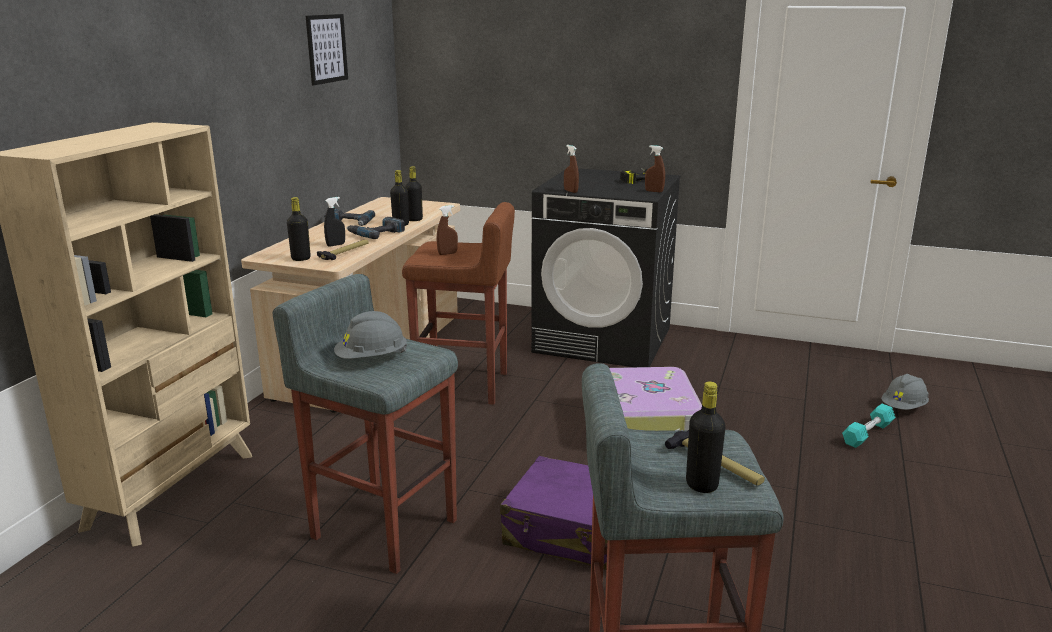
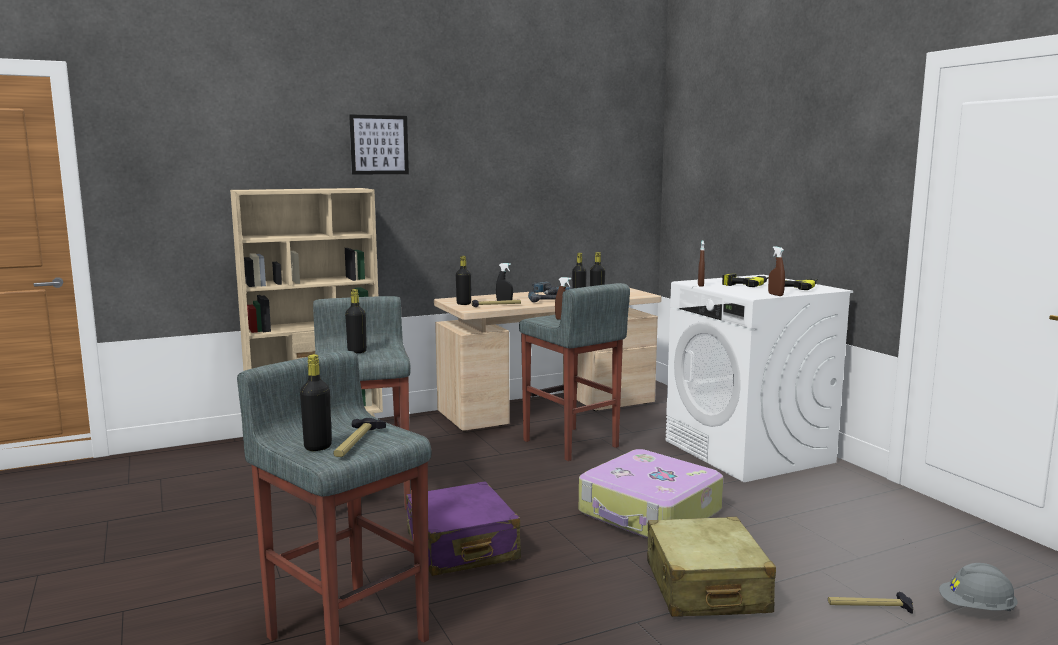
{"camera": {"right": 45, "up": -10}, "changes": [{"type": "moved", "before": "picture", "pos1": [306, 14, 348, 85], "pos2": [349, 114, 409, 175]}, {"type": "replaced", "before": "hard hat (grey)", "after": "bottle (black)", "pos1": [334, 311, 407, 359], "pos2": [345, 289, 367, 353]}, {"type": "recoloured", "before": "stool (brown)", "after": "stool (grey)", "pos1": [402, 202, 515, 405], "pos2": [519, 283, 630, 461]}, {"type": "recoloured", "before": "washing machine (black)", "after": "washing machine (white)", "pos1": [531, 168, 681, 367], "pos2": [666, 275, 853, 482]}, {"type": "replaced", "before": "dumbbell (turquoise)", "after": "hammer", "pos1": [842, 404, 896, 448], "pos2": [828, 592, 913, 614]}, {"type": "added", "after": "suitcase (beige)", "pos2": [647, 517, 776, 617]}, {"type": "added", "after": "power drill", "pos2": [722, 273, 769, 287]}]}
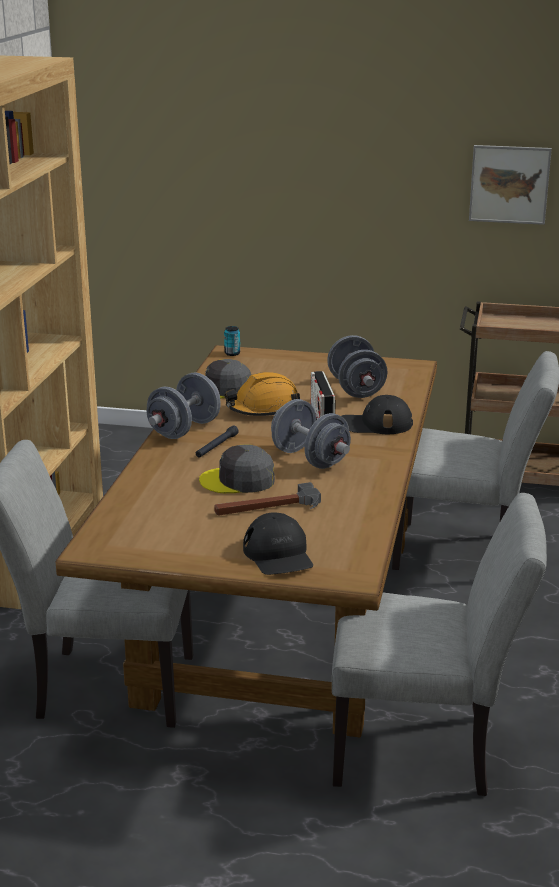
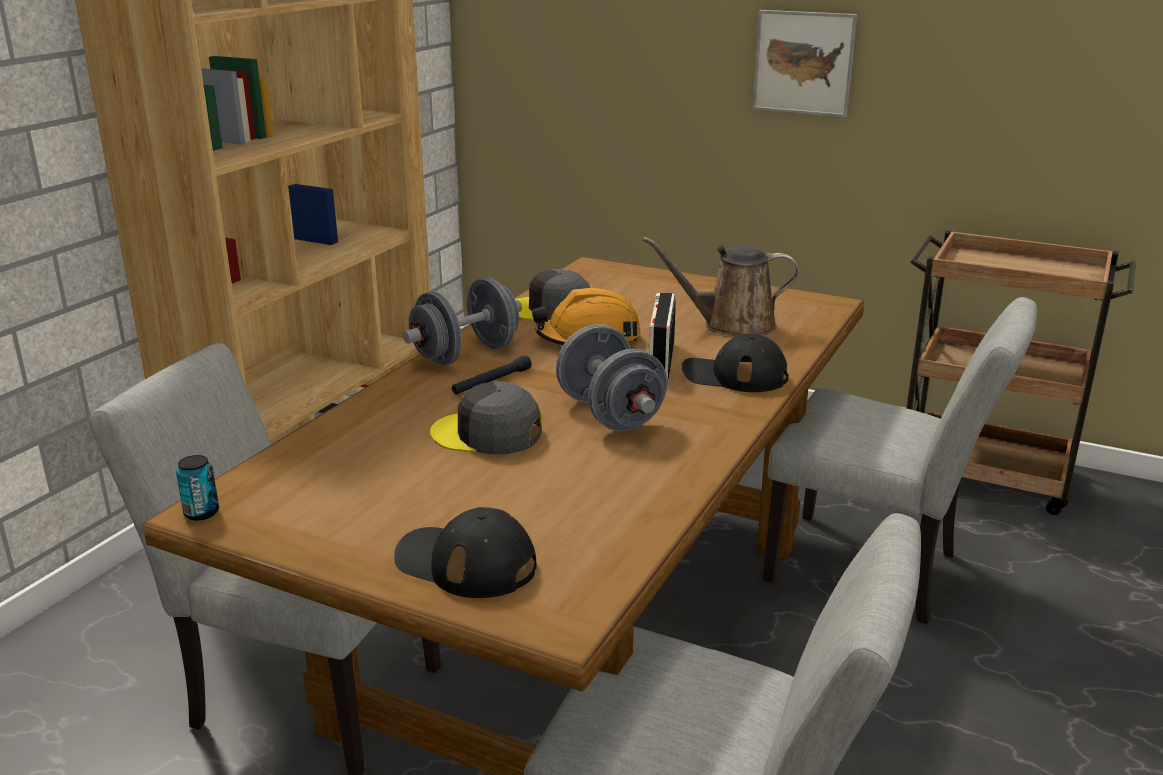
{"camera": {"right": 15, "up": 0}, "changes": [{"type": "removed", "before": "hammer", "pos1": [214, 482, 321, 516]}, {"type": "moved", "before": "can", "pos1": [224, 326, 240, 356], "pos2": [176, 455, 219, 520]}, {"type": "turned", "before": "cap (black)", "pos1": [243, 512, 313, 575], "pos2": [394, 507, 537, 598], "turn": 120}, {"type": "replaced", "before": "dumbbell (grey)", "after": "watering can (brown)", "pos1": [327, 335, 387, 398], "pos2": [643, 237, 799, 336]}, {"type": "moved", "before": "picture", "pos1": [469, 145, 552, 225], "pos2": [753, 10, 857, 117]}]}
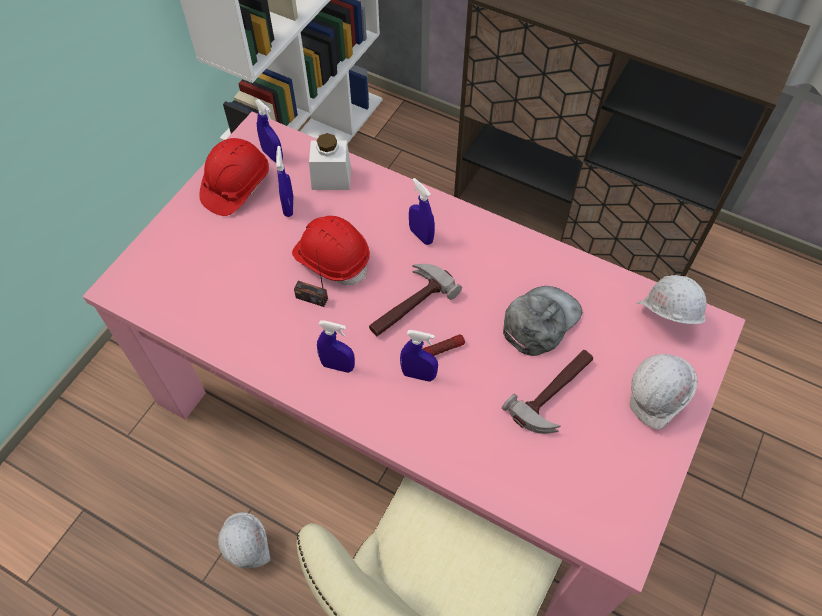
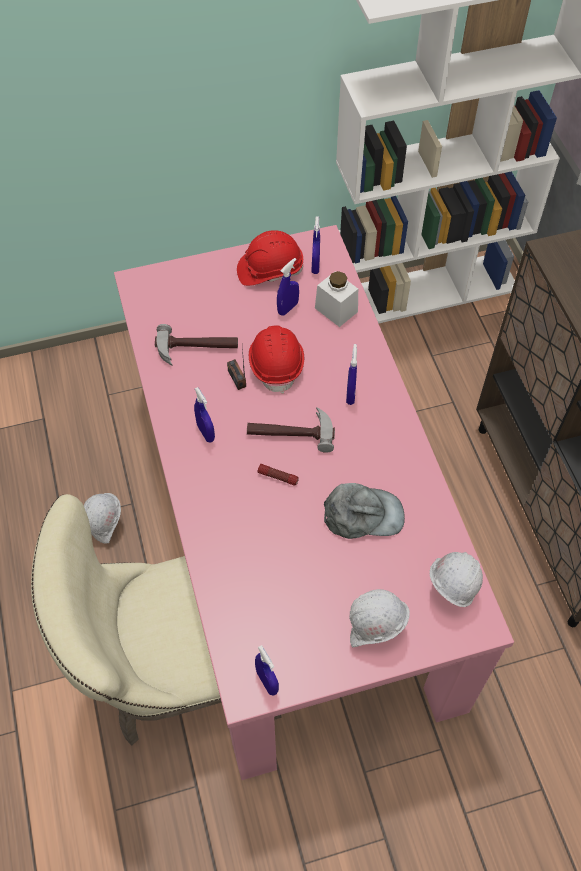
{"camera": {"right": 45, "up": 0}, "changes": [{"type": "moved", "before": "spray bottle (blue)", "pos1": [400, 330, 438, 382], "pos2": [255, 645, 279, 695]}, {"type": "moved", "before": "hammer", "pos1": [502, 350, 593, 434], "pos2": [155, 324, 238, 366]}]}
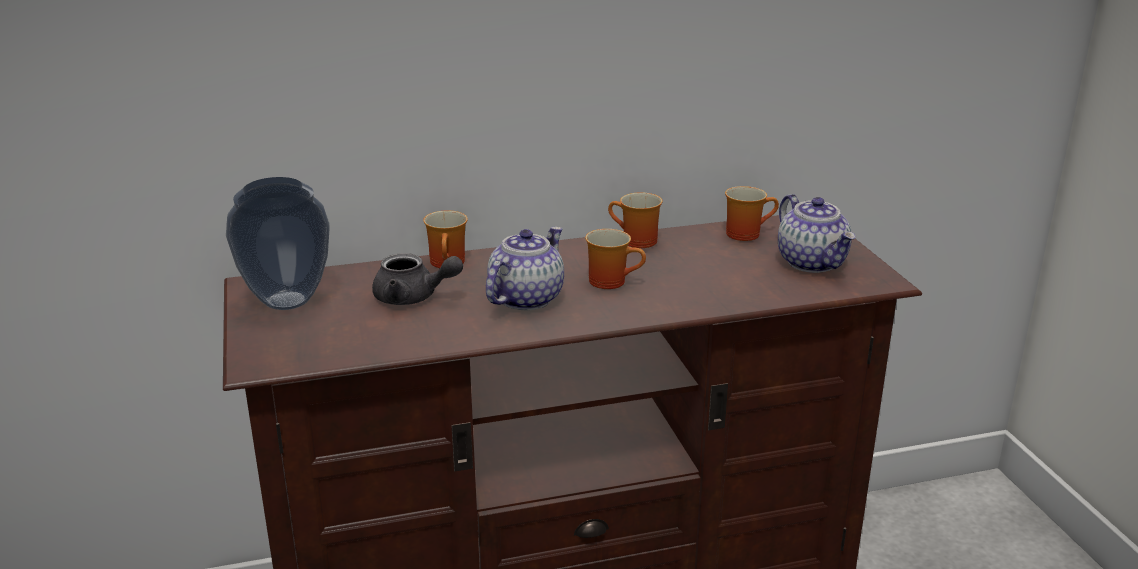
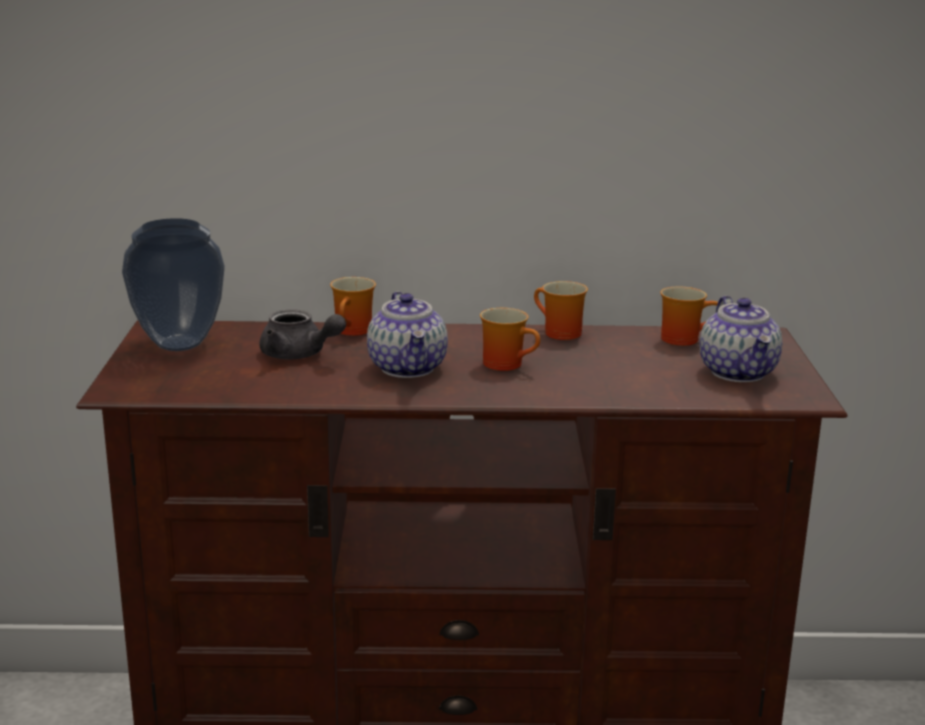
{"camera": {"right": 15, "up": -5}, "changes": [{"type": "turned", "before": "teapot", "pos1": [486, 227, 564, 310], "pos2": [367, 292, 448, 378], "turn": 120}]}
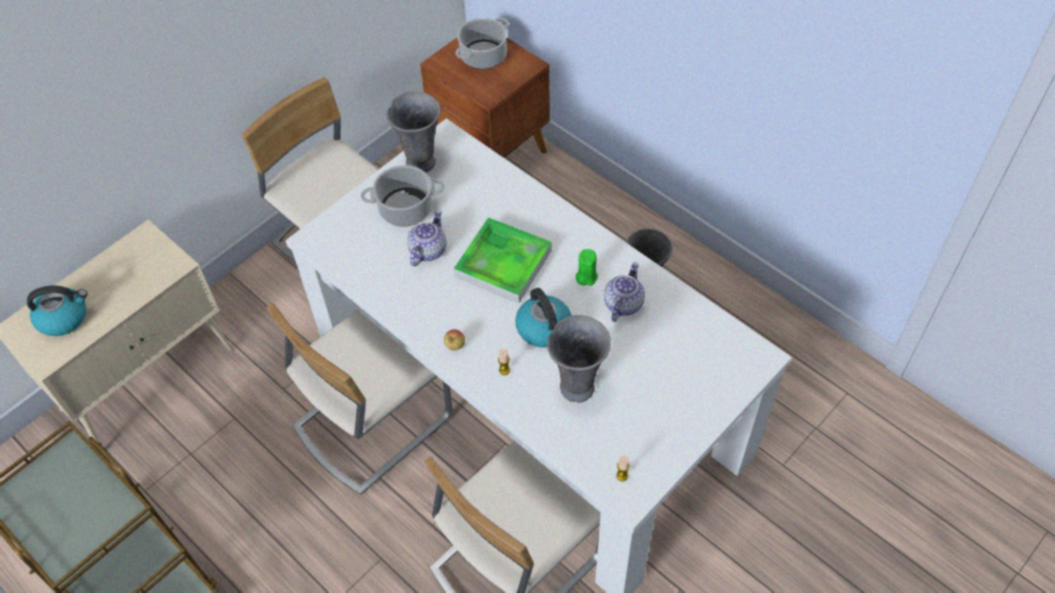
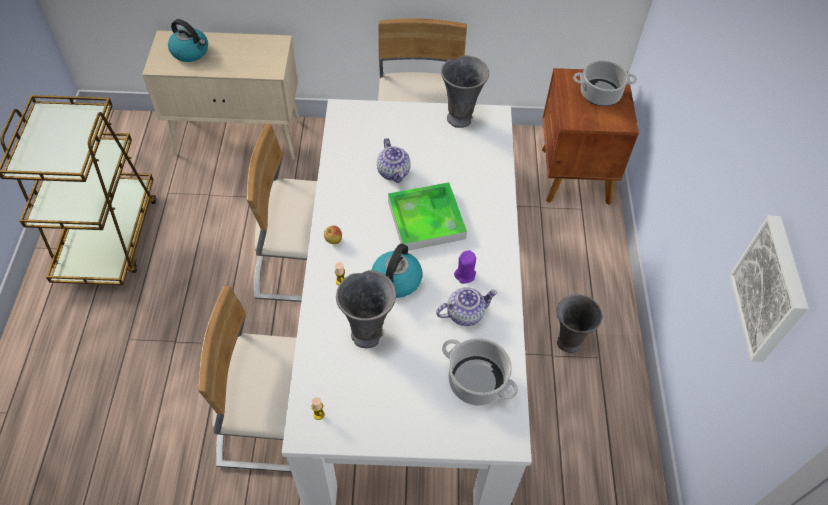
{"camera": {"right": 45, "up": 0}, "changes": [{"type": "moved", "before": "cooking pot", "pos1": [361, 165, 444, 227], "pos2": [442, 338, 518, 406]}, {"type": "turned", "before": "teapot", "pos1": [407, 210, 447, 266], "pos2": [377, 138, 411, 183], "turn": 90}, {"type": "recoloured", "before": "candle (green)", "after": "candle (purple)", "pos1": [576, 249, 598, 286], "pos2": [454, 250, 476, 284]}, {"type": "added", "after": "picture", "pos2": [730, 216, 809, 362]}]}
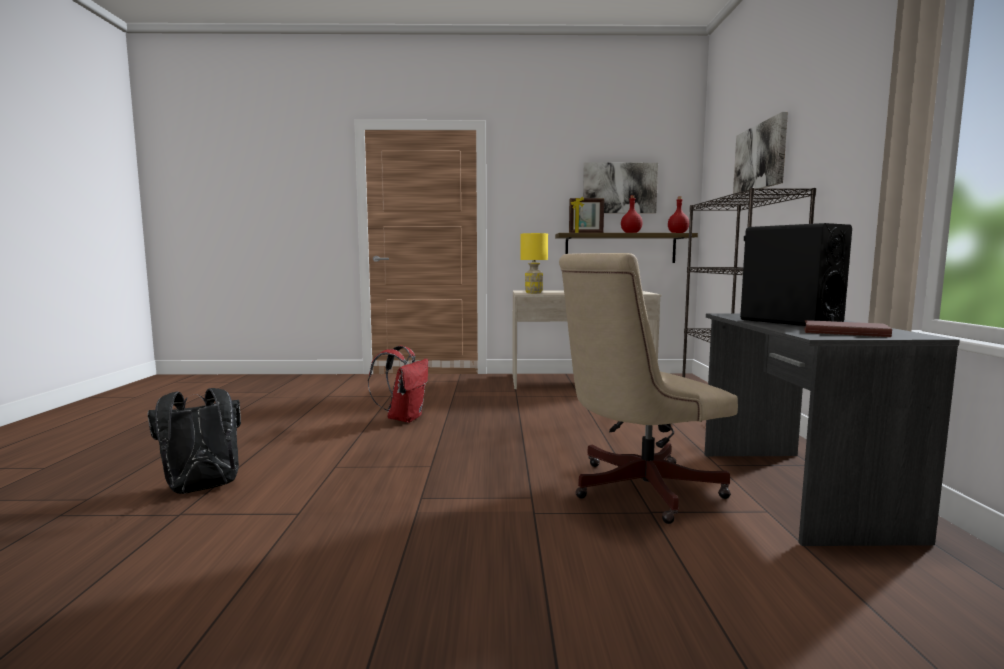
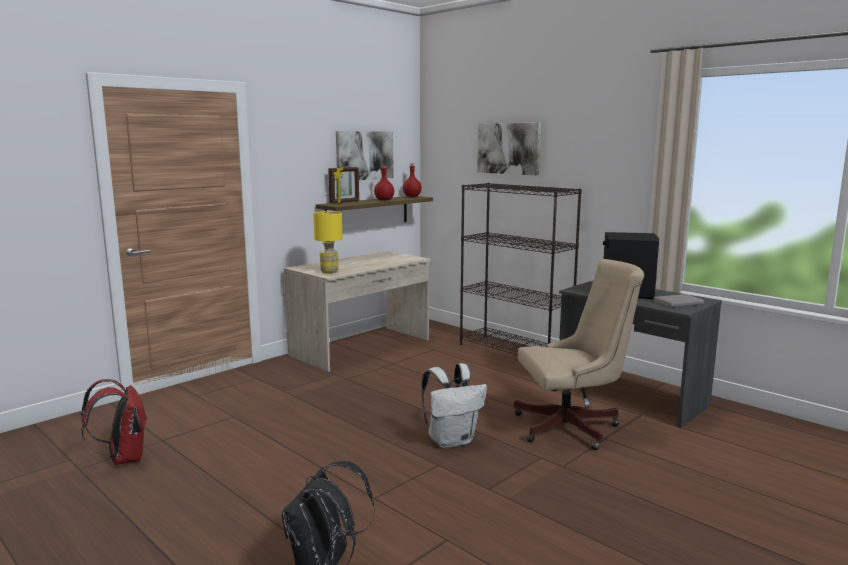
{"camera": {"right": -45, "up": 5}, "changes": [{"type": "moved", "before": "backpack (red)", "pos1": [368, 345, 428, 423], "pos2": [81, 379, 146, 465]}, {"type": "turned", "before": "office chair (beige)", "pos1": [559, 253, 738, 524], "pos2": [514, 259, 644, 450], "turn": -120}, {"type": "recoloured", "before": "book (brown)", "after": "book (grey)", "pos1": [804, 320, 892, 337], "pos2": [653, 294, 704, 308]}, {"type": "added", "after": "backpack (white)", "pos2": [422, 363, 487, 448]}]}
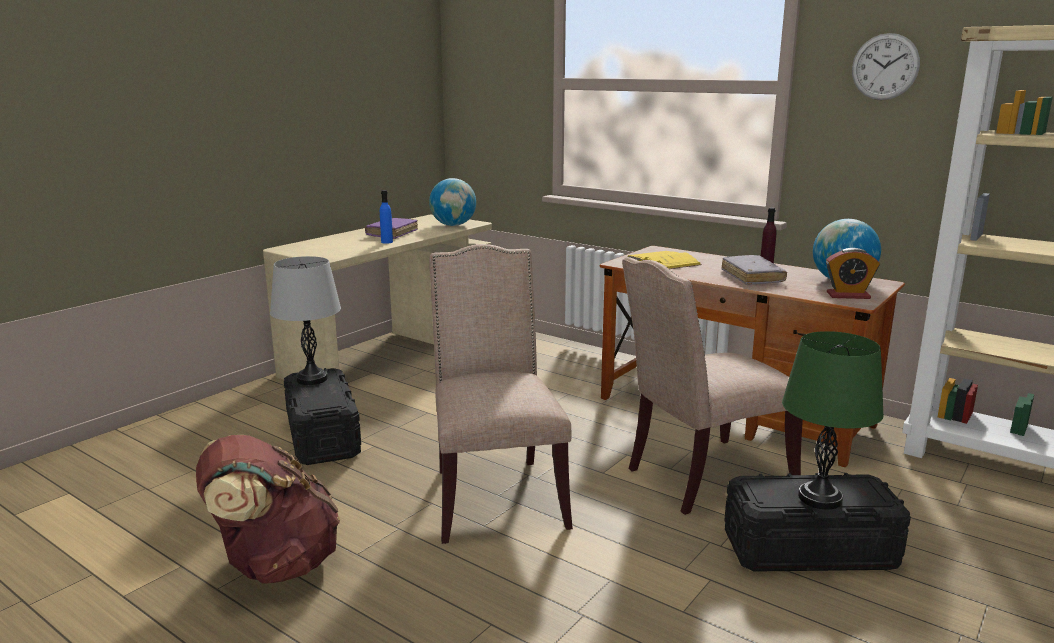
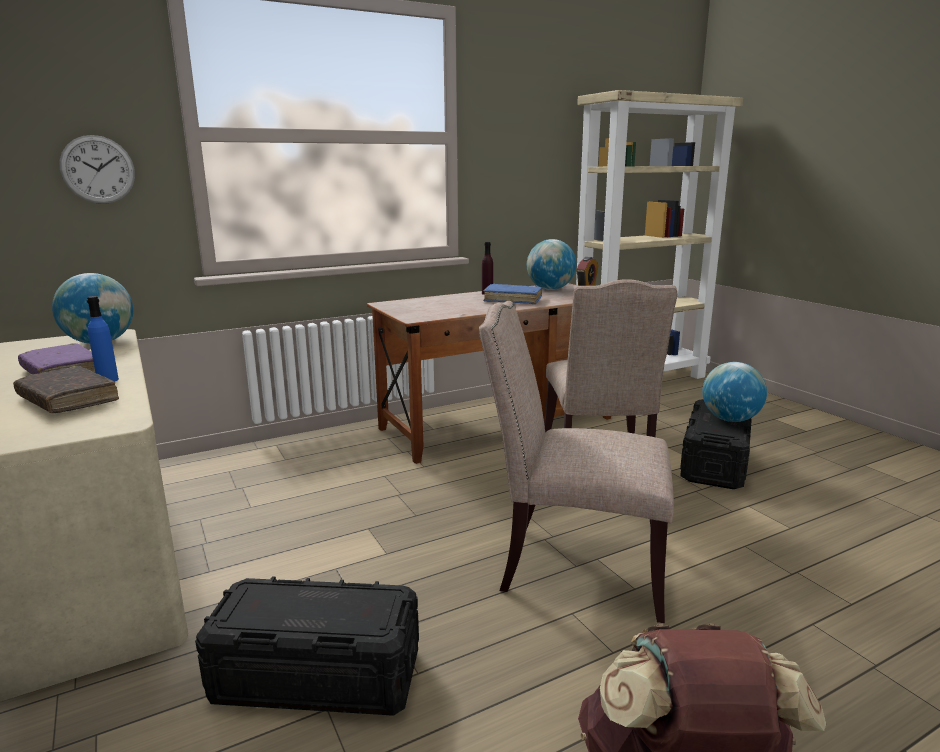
{"camera": {"right": -65, "up": 0}, "changes": [{"type": "removed", "before": "table lamp (grey)", "pos1": [270, 256, 341, 385]}, {"type": "removed", "before": "book (yellow)", "pos1": [627, 251, 702, 269]}, {"type": "recoloured", "before": "book (grey)", "after": "book (blue)", "pos1": [721, 255, 787, 285], "pos2": [483, 283, 542, 304]}, {"type": "replaced", "before": "table lamp (green)", "after": "globe", "pos1": [782, 331, 884, 510], "pos2": [702, 362, 767, 422]}, {"type": "moved", "before": "wall clock", "pos1": [852, 33, 920, 100], "pos2": [59, 135, 135, 204]}, {"type": "added", "after": "book (brown)", "pos2": [13, 366, 119, 413]}]}
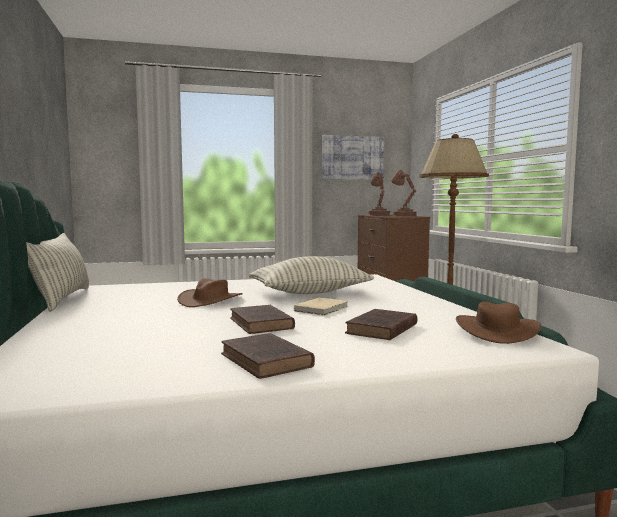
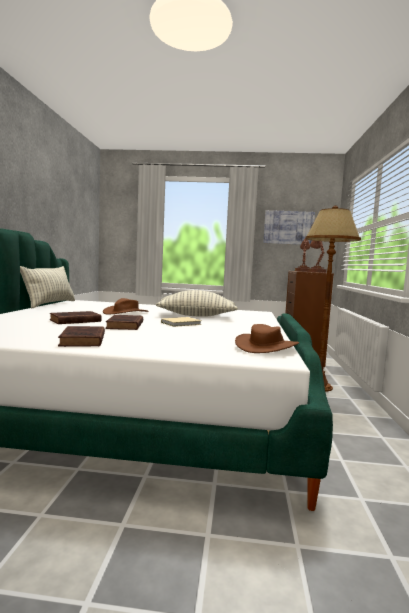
{"camera": {"right": 20, "up": 0}, "changes": [{"type": "moved", "before": "book (brown)", "pos1": [345, 309, 417, 340], "pos2": [50, 311, 102, 324]}]}
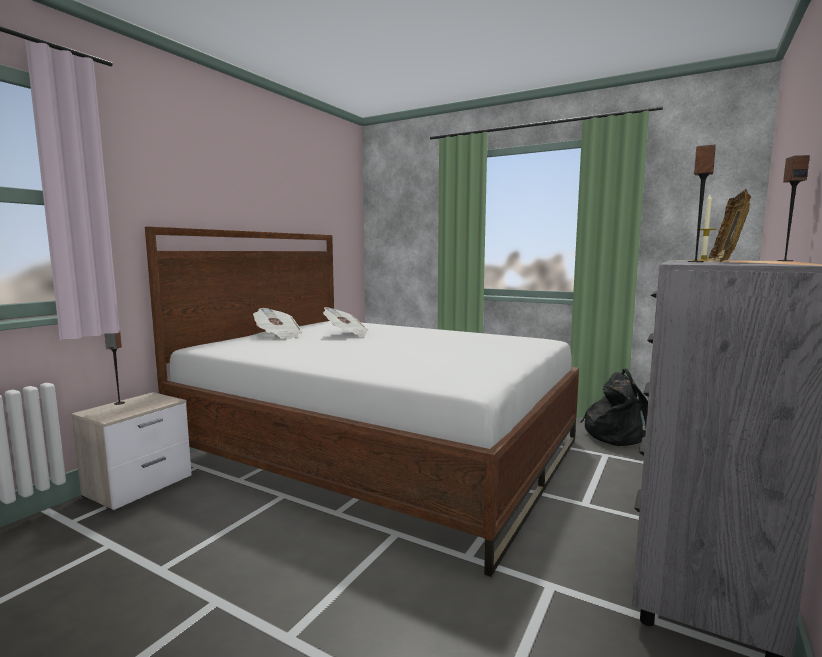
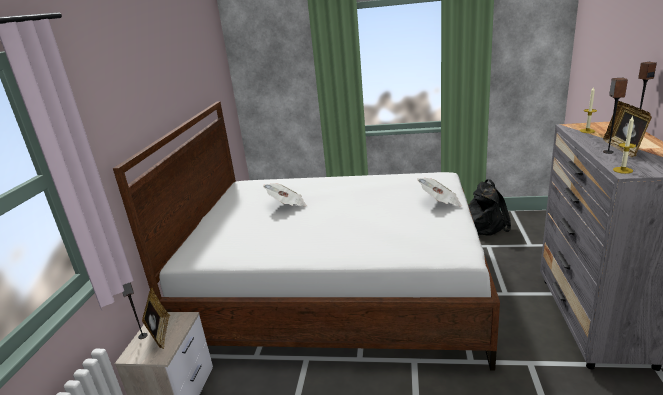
{"camera": {"right": -20, "up": 15}, "changes": [{"type": "moved", "before": "newspaper", "pos1": [253, 308, 303, 340], "pos2": [417, 178, 462, 206]}, {"type": "added", "after": "picture frame", "pos2": [142, 287, 170, 349]}, {"type": "added", "after": "candle", "pos2": [613, 116, 636, 174]}]}
